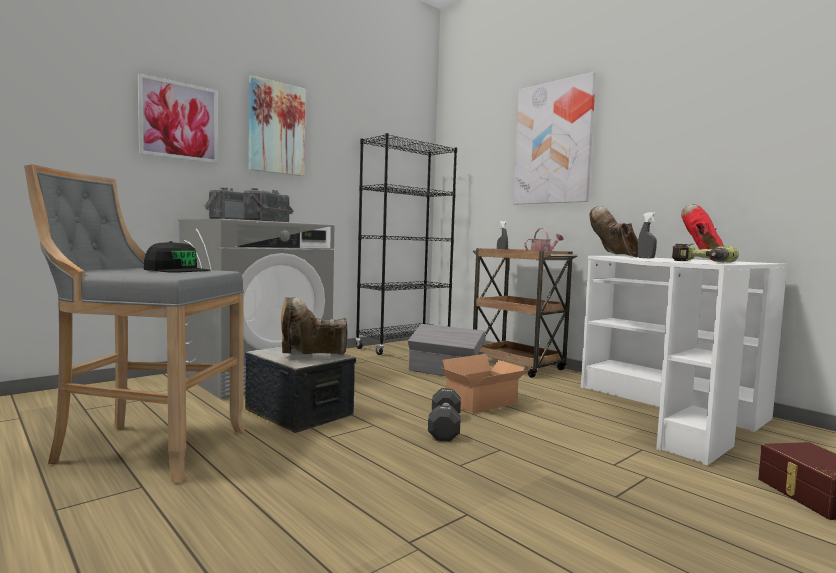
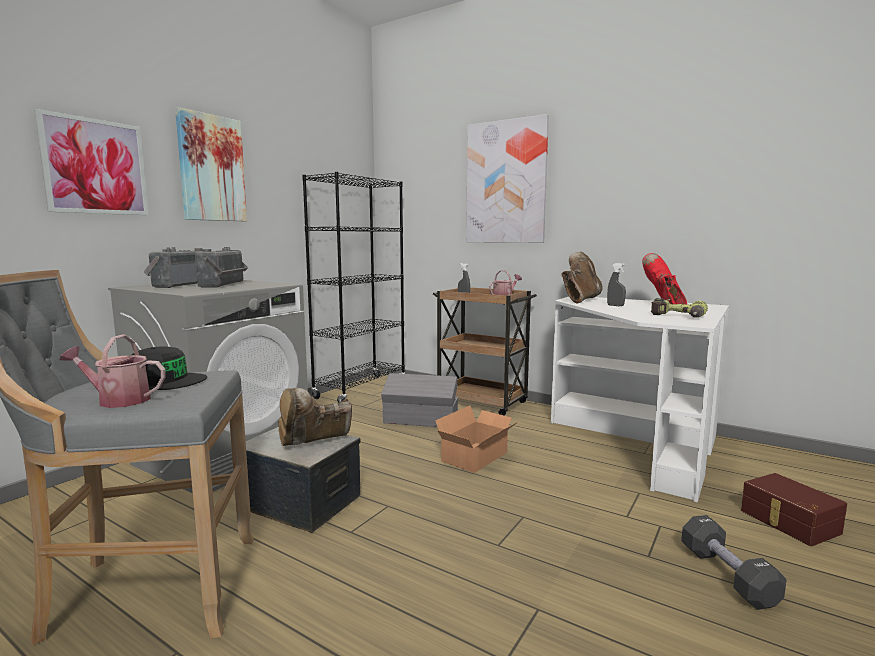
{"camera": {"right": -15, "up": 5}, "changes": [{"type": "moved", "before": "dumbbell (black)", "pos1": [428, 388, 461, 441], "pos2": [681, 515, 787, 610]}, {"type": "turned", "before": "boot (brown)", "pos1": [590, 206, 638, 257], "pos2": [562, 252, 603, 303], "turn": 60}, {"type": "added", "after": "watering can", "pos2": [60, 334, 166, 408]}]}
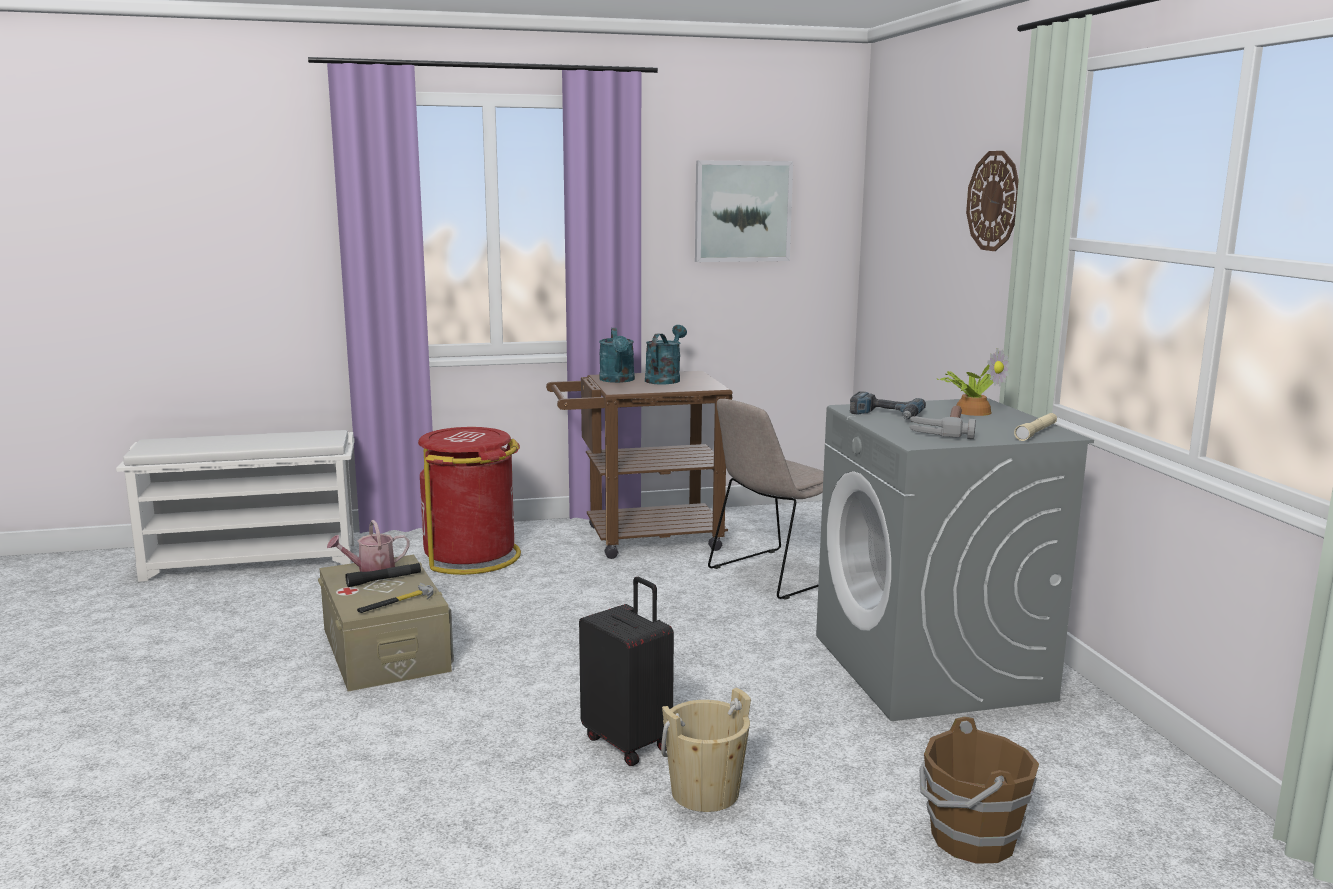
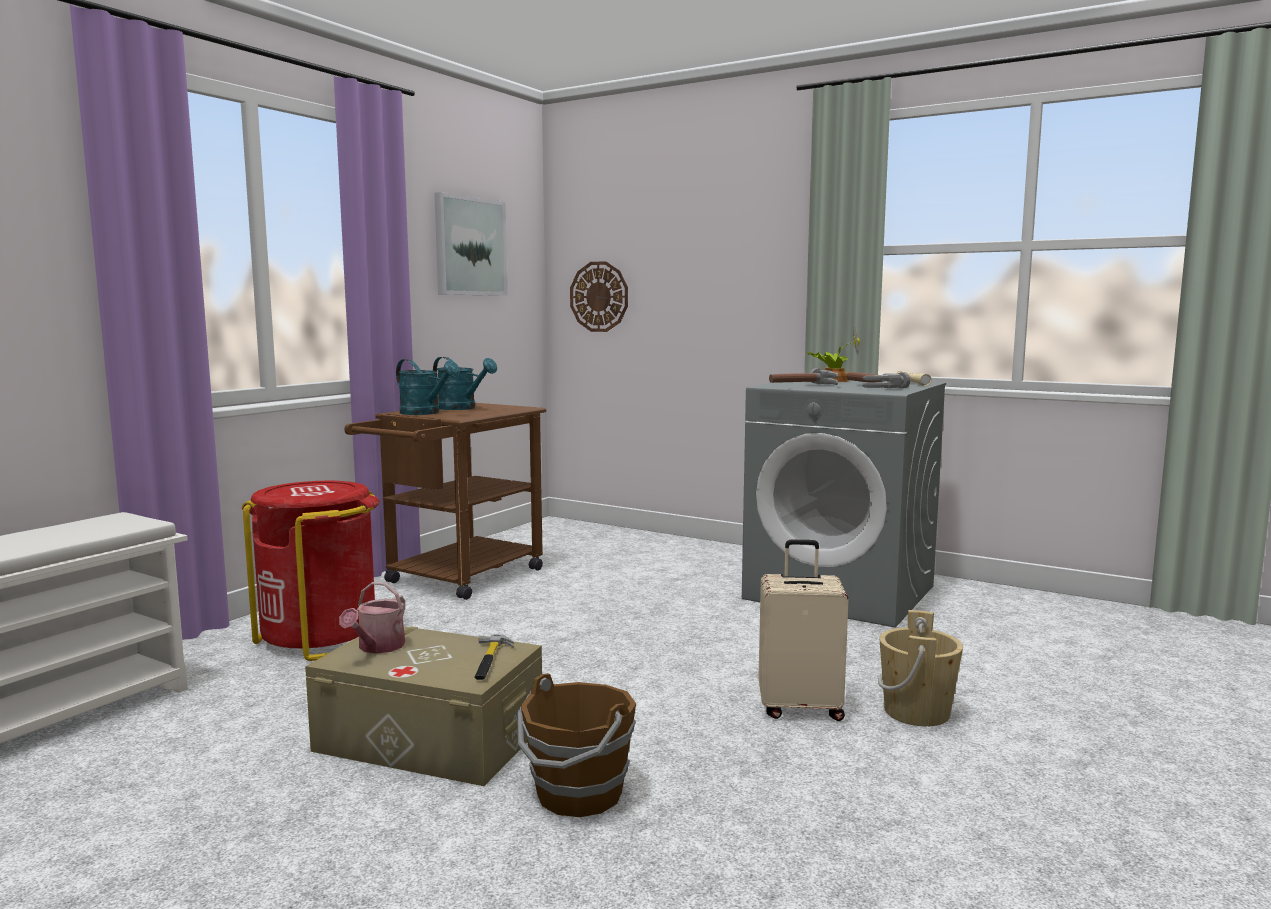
{"camera": {"right": -45, "up": -5}, "changes": [{"type": "removed", "before": "flashlight (black)", "pos1": [346, 563, 421, 587]}, {"type": "recoloured", "before": "suitcase (black)", "after": "suitcase (beige)", "pos1": [579, 577, 674, 766], "pos2": [758, 540, 849, 721]}, {"type": "turned", "before": "watering can (turquoise)", "pos1": [645, 325, 687, 384], "pos2": [433, 357, 497, 410], "turn": 150}, {"type": "removed", "before": "chair (beige)", "pos1": [708, 399, 824, 600]}, {"type": "replaced", "before": "power drill", "after": "hammer", "pos1": [850, 391, 926, 419], "pos2": [769, 368, 838, 385]}, {"type": "moved", "before": "bucket (brown)", "pos1": [919, 716, 1039, 864], "pos2": [517, 673, 636, 817]}, {"type": "moved", "before": "wall clock", "pos1": [966, 151, 1019, 251], "pos2": [570, 261, 628, 332]}]}
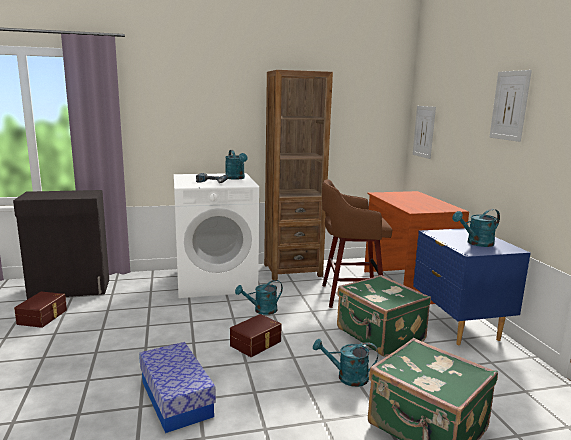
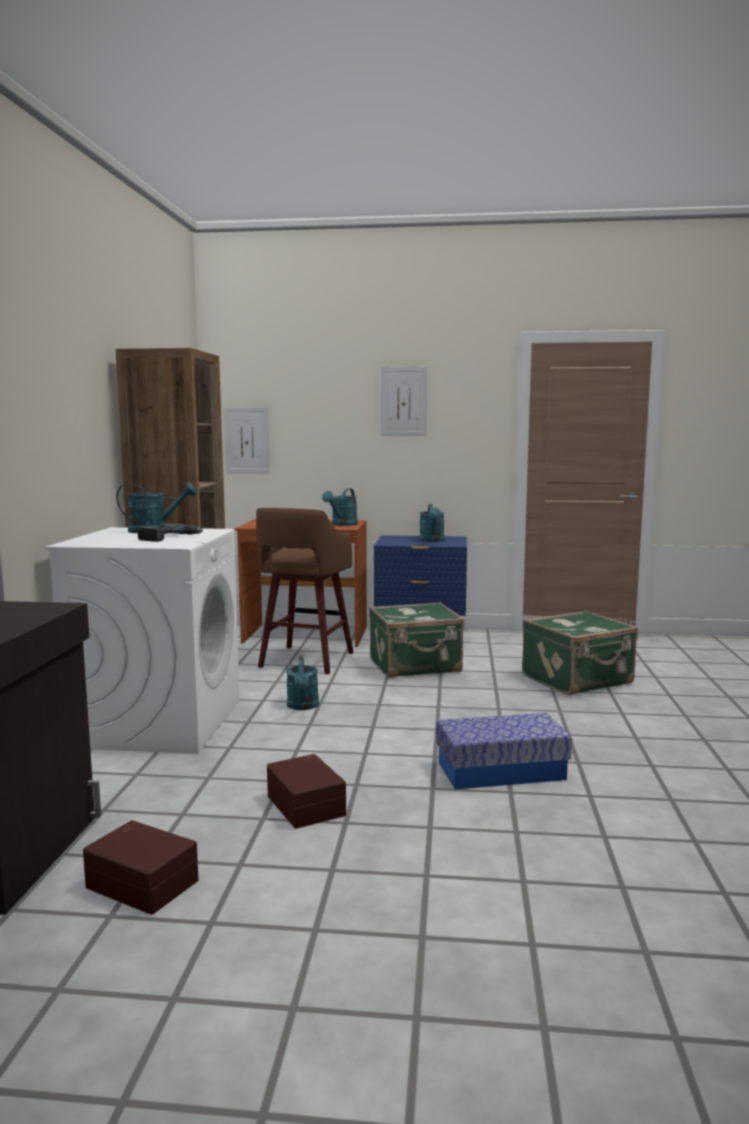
{"camera": {"right": -70, "up": -5}, "changes": [{"type": "moved", "before": "storage box (brown)", "pos1": [230, 314, 282, 357], "pos2": [267, 754, 346, 829]}, {"type": "moved", "before": "watering can (turquoise)", "pos1": [313, 338, 378, 387], "pos2": [322, 488, 358, 526]}]}
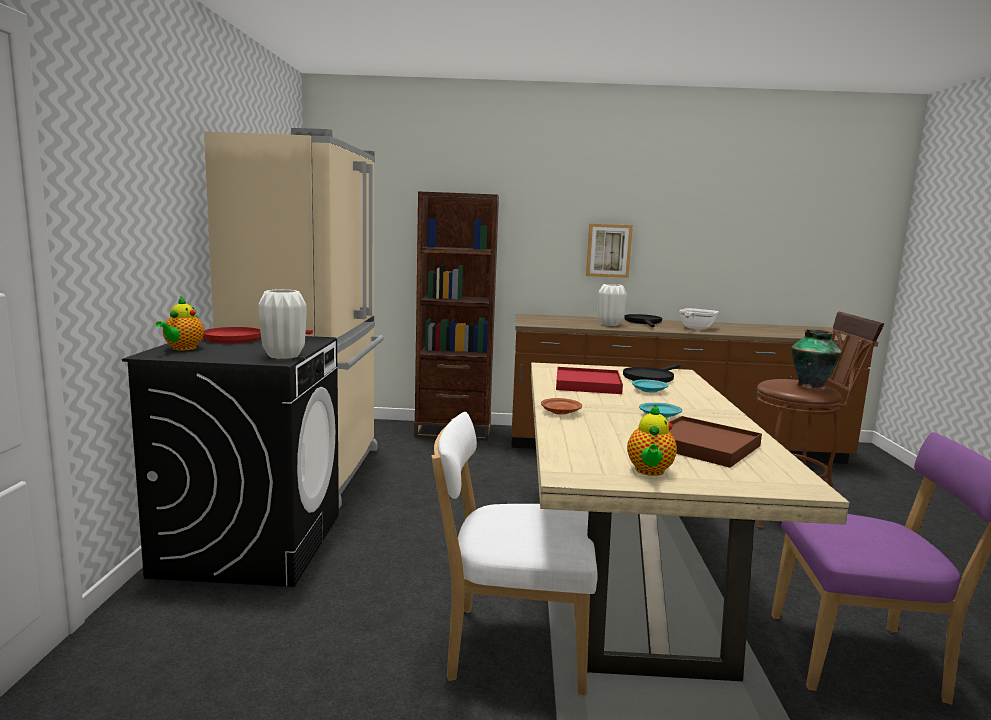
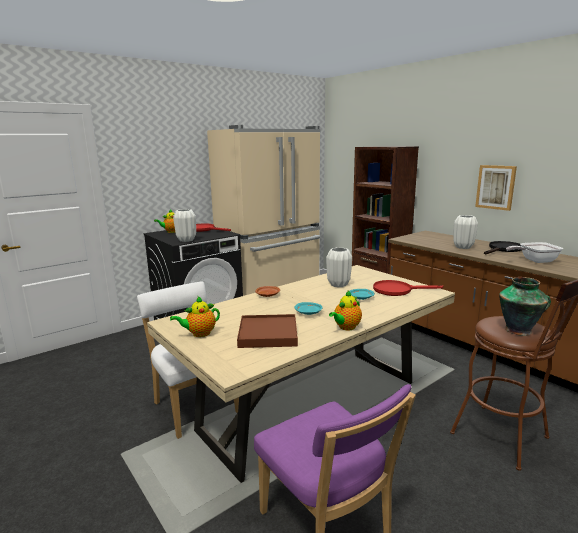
{"camera": {"right": 50, "up": 5}, "changes": [{"type": "replaced", "before": "tray (red)", "after": "vase (white)", "pos1": [556, 367, 623, 394], "pos2": [326, 248, 352, 287]}, {"type": "recoloured", "before": "frying pan (black)", "after": "frying pan (red)", "pos1": [623, 364, 681, 383], "pos2": [373, 280, 443, 296]}, {"type": "added", "after": "teapot", "pos2": [329, 291, 362, 330]}]}
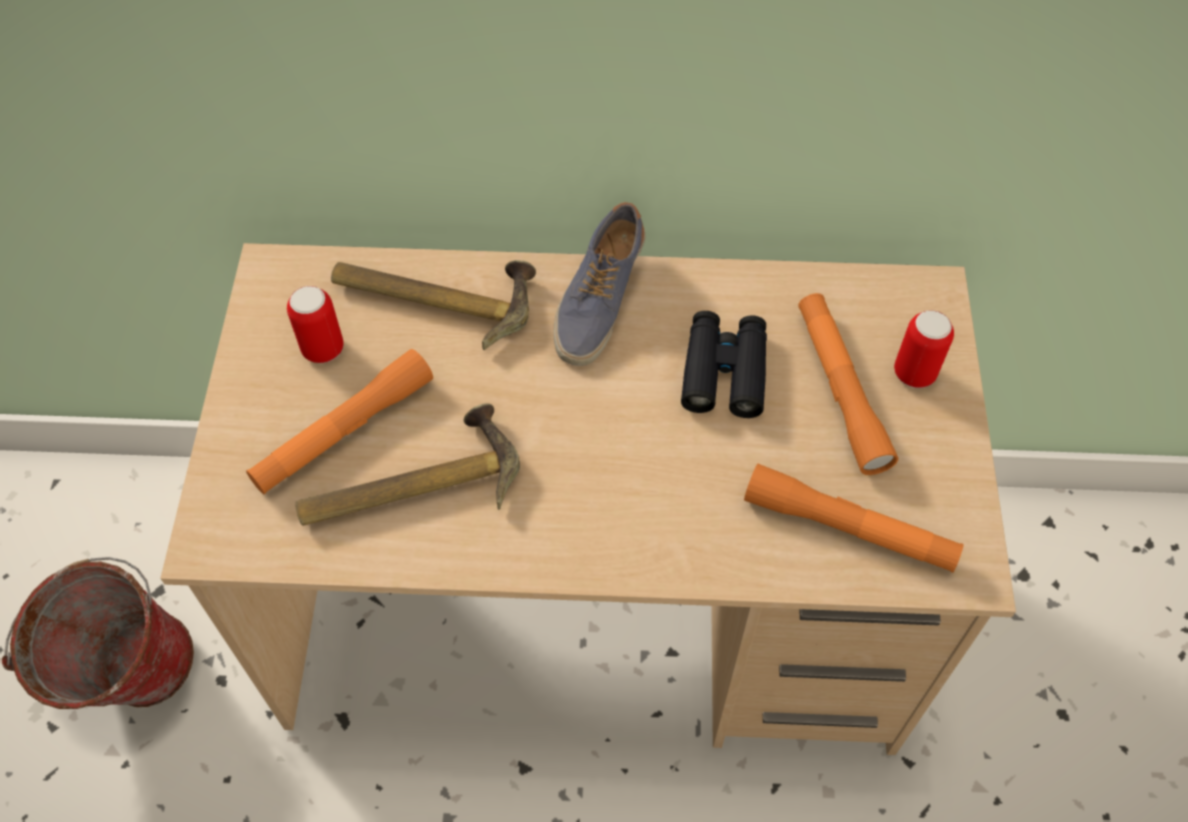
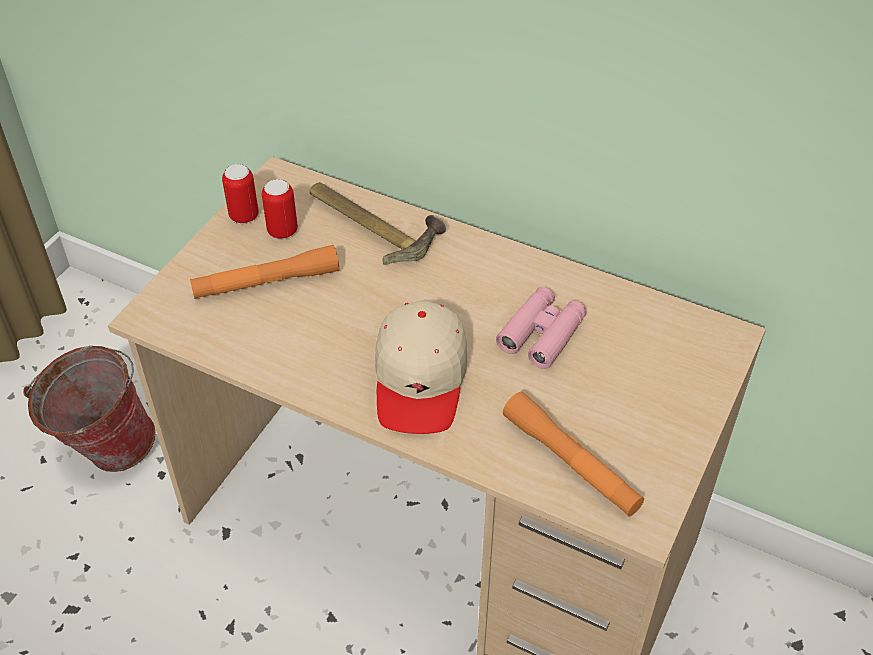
{"camera": {"right": 25, "up": -10}, "changes": [{"type": "removed", "before": "hammer", "pos1": [295, 403, 520, 526]}, {"type": "removed", "before": "shoe", "pos1": [554, 202, 645, 366]}, {"type": "recoloured", "before": "binoculars (black)", "after": "binoculars (pink)", "pos1": [681, 311, 767, 418], "pos2": [496, 287, 586, 369]}, {"type": "removed", "before": "flashlight (orange)", "pos1": [798, 293, 898, 475]}, {"type": "moved", "before": "can", "pos1": [894, 310, 954, 388], "pos2": [222, 164, 259, 224]}, {"type": "added", "after": "cap (beige)", "pos2": [375, 300, 467, 434]}]}
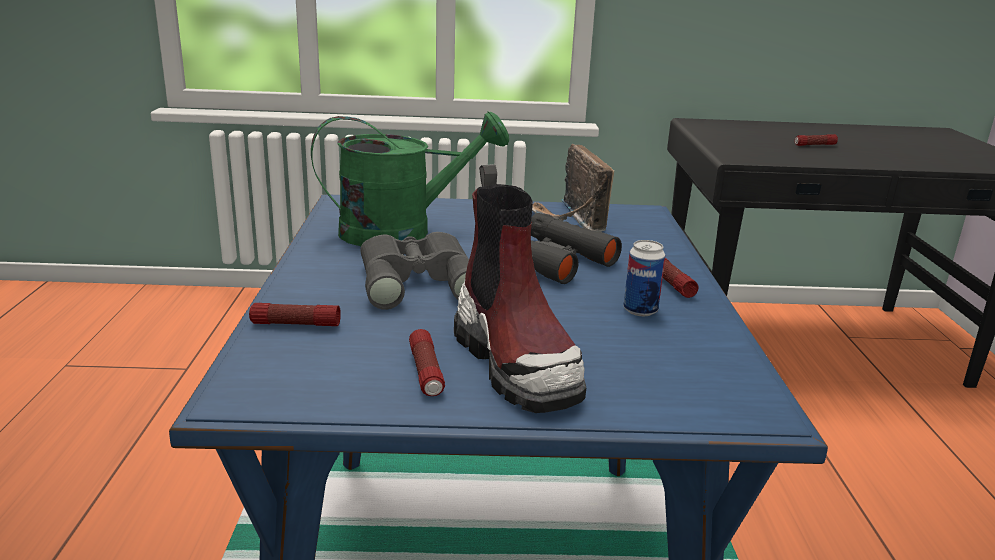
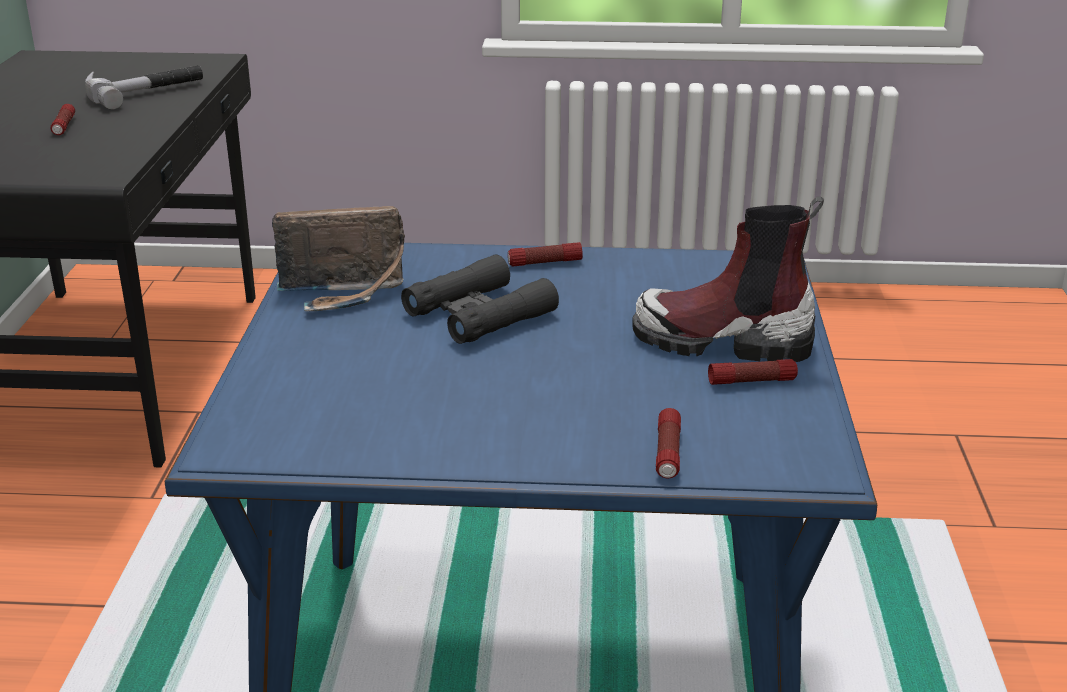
{"camera": {"right": -85, "up": 5}, "changes": [{"type": "removed", "before": "watering can (green)", "pos1": [311, 111, 509, 246]}, {"type": "removed", "before": "binoculars (grey)", "pos1": [360, 232, 469, 310]}, {"type": "turned", "before": "boot", "pos1": [454, 164, 586, 413], "pos2": [632, 197, 824, 362], "turn": -150}, {"type": "removed", "before": "can", "pos1": [623, 240, 665, 316]}, {"type": "added", "after": "hammer", "pos2": [85, 65, 203, 110]}]}
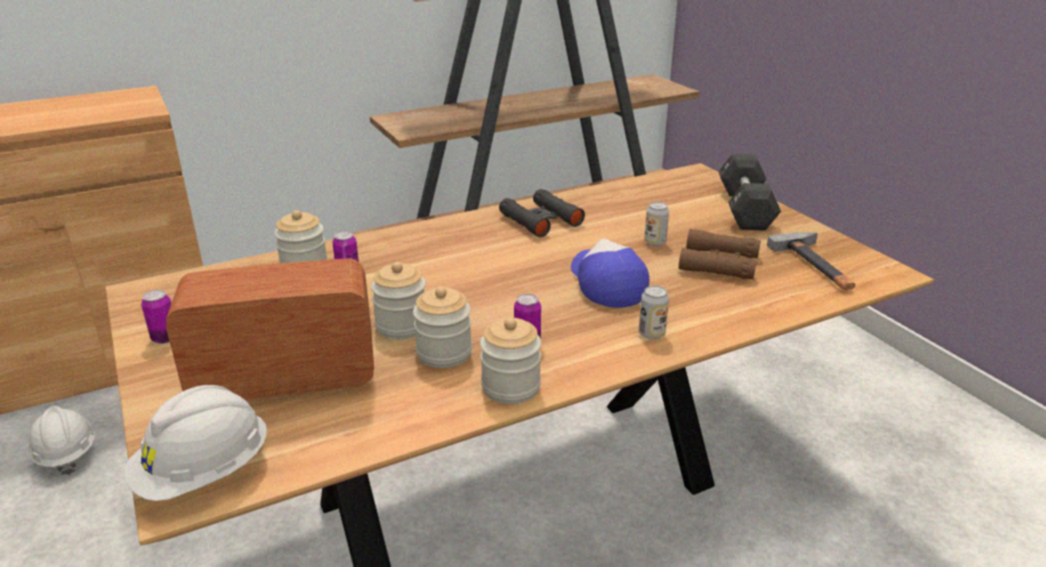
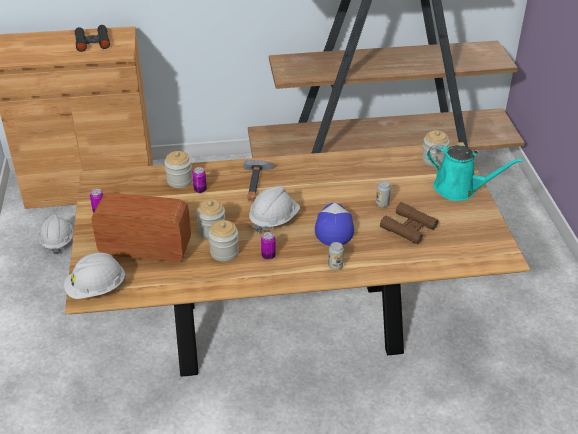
{"camera": {"right": 20, "up": 10}, "changes": [{"type": "moved", "before": "jar", "pos1": [480, 317, 541, 404], "pos2": [422, 130, 450, 166]}, {"type": "moved", "before": "binoculars (black)", "pos1": [499, 189, 585, 237], "pos2": [75, 25, 110, 52]}, {"type": "replaced", "before": "dumbbell (black)", "after": "watering can (turquoise)", "pos1": [718, 154, 781, 231], "pos2": [427, 144, 524, 201]}, {"type": "moved", "before": "hammer", "pos1": [767, 232, 855, 290], "pos2": [244, 160, 274, 201]}, {"type": "added", "after": "hard hat (white)", "pos2": [249, 186, 300, 233]}]}
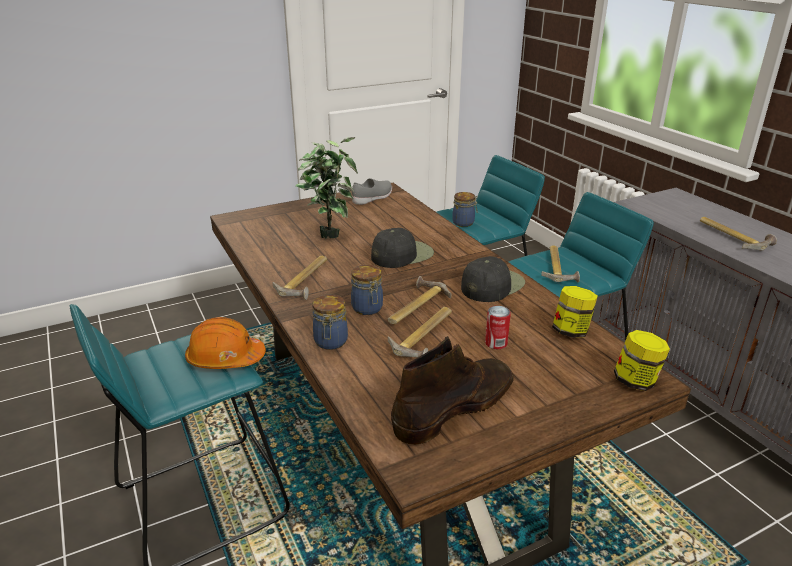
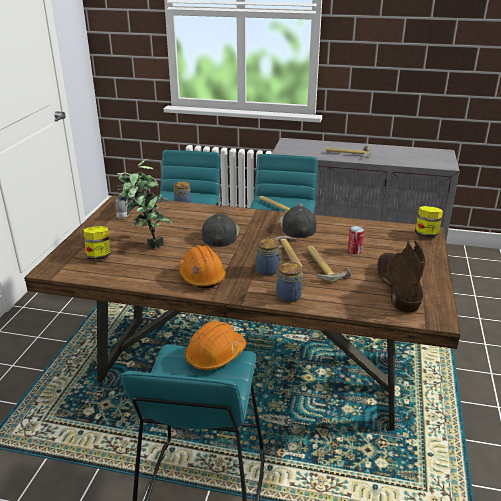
{"camera": {"right": -50, "up": 0}, "changes": [{"type": "replaced", "before": "hammer", "after": "hard hat (orange)", "pos1": [272, 256, 327, 300], "pos2": [179, 245, 226, 288]}, {"type": "moved", "before": "jar", "pos1": [552, 286, 598, 338], "pos2": [83, 226, 111, 260]}]}
